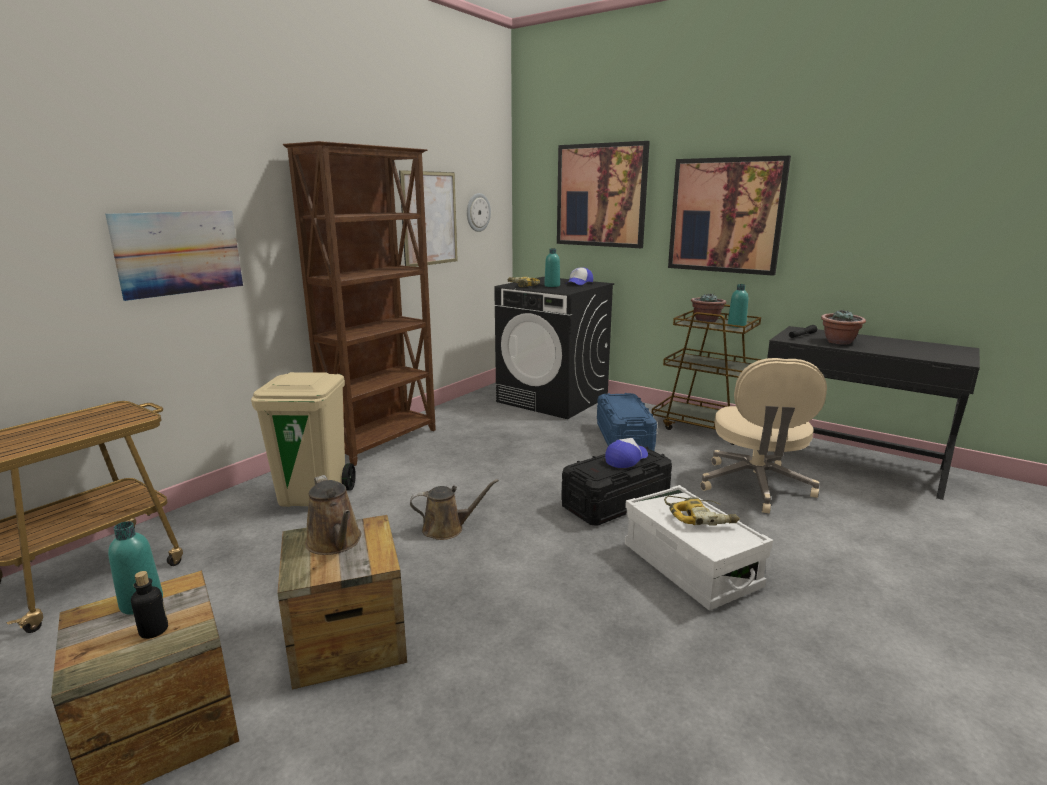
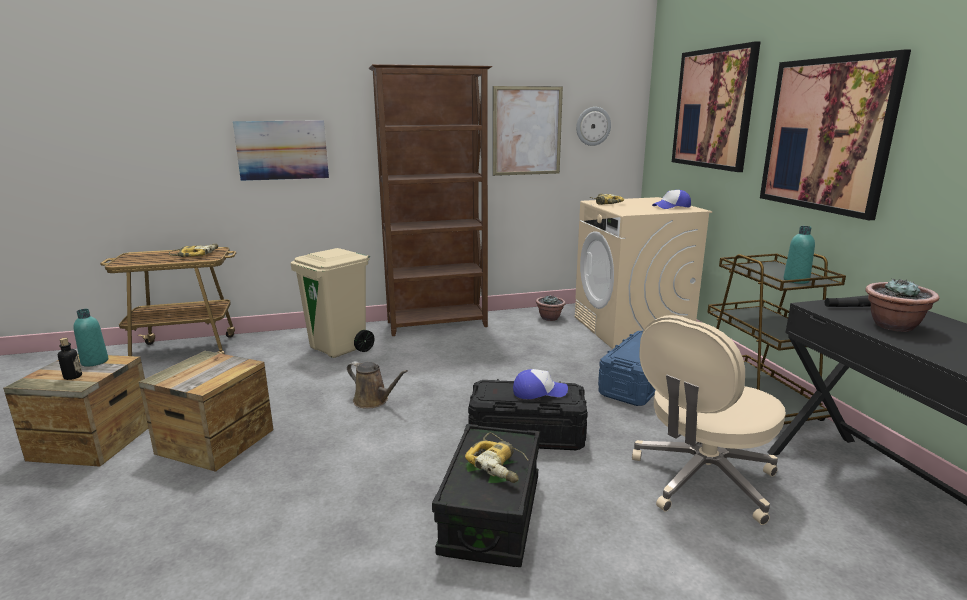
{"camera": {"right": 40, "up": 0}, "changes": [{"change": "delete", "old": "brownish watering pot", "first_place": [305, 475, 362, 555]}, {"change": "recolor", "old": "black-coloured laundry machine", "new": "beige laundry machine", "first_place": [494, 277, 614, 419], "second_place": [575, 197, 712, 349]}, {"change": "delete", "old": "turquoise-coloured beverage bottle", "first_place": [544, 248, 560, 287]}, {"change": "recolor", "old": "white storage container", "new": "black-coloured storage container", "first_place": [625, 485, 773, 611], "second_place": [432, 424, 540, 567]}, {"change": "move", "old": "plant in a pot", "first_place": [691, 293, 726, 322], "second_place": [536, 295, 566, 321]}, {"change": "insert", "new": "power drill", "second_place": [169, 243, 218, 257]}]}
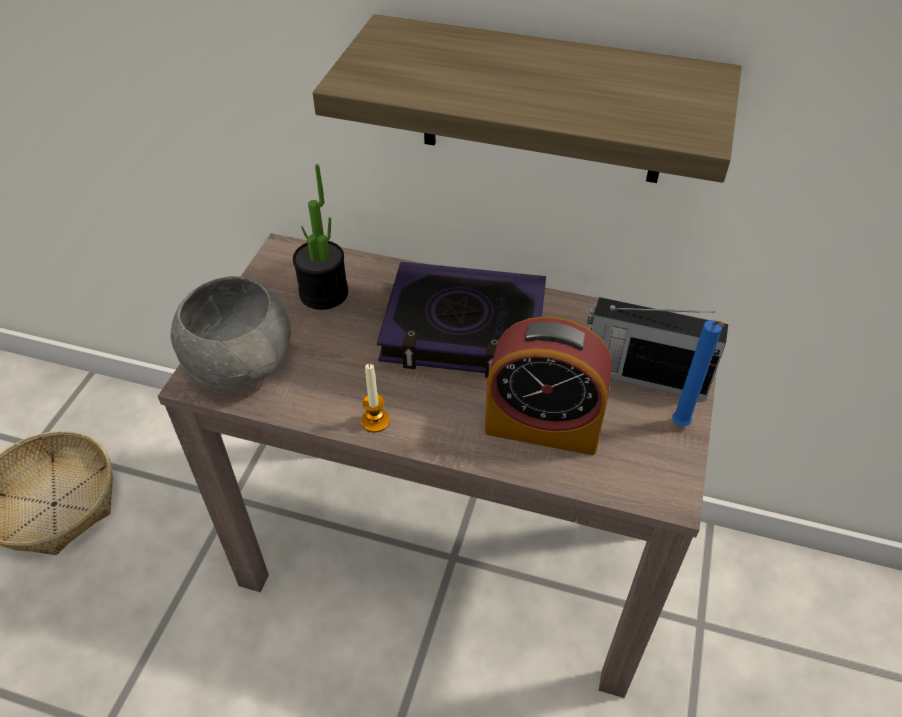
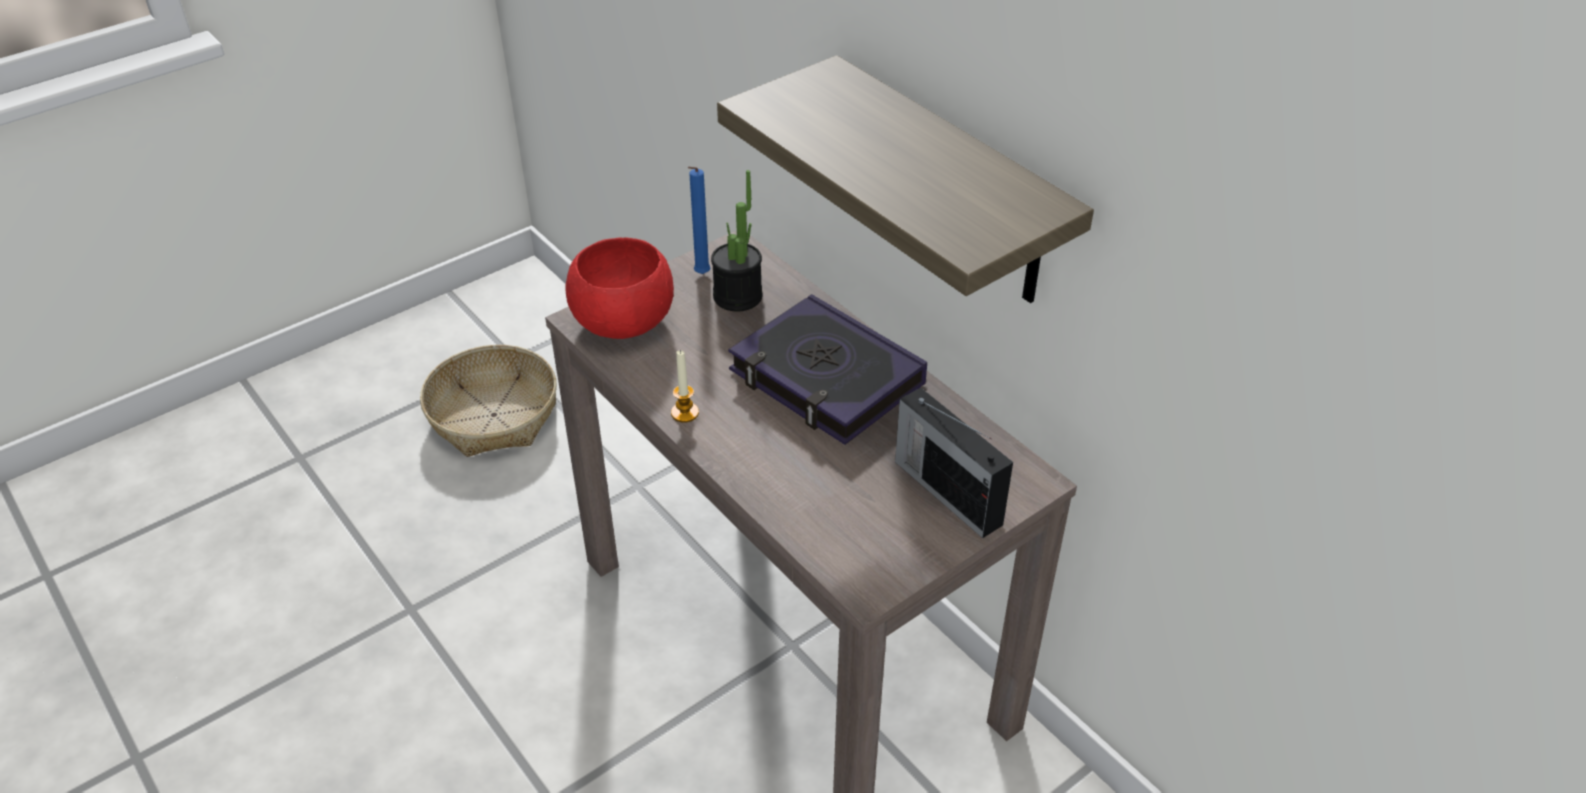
{"camera": {"right": 35, "up": -5}, "changes": [{"change": "recolor", "old": "grey bowl", "new": "reddish bowl", "first_place": [170, 276, 291, 389], "second_place": [566, 237, 674, 339]}, {"change": "delete", "old": "table clock", "first_place": [485, 316, 612, 455]}, {"change": "move", "old": "bluish wax light", "first_place": [672, 320, 724, 426], "second_place": [688, 167, 711, 274]}]}
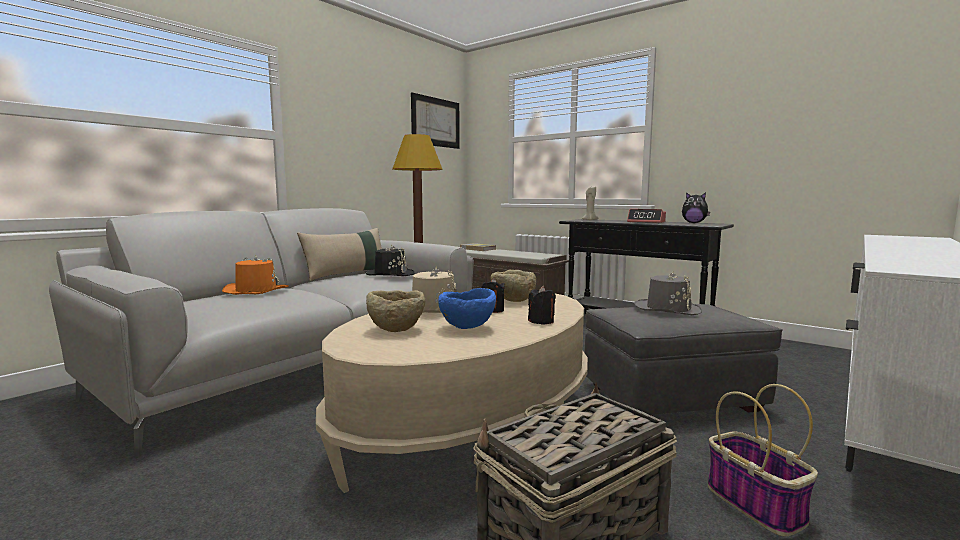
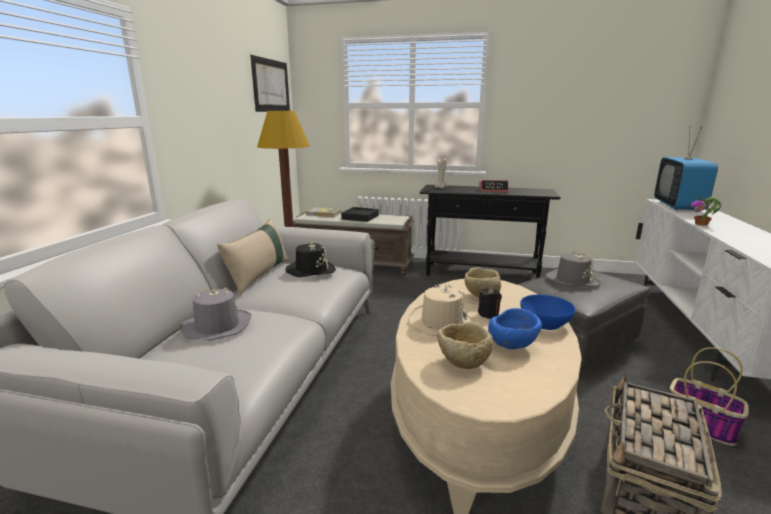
{"camera": {"right": -25, "up": 10}, "changes": [{"change": "recolor", "old": "orange-coloured wearable hat", "new": "grey wearable hat", "first_place": [222, 254, 289, 295], "second_place": [180, 287, 252, 340]}, {"change": "replace", "old": "black-coloured wax light", "new": "bluish bowl", "first_place": [528, 286, 556, 325], "second_place": [520, 294, 575, 330]}, {"change": "delete", "old": "cuddly toy", "first_place": [682, 192, 710, 223]}, {"change": "insert", "new": "black-coloured serving tray", "second_place": [341, 207, 379, 222]}, {"change": "insert", "new": "television", "second_place": [654, 126, 718, 210]}, {"change": "insert", "new": "plant in a pot", "second_place": [690, 194, 722, 226]}]}
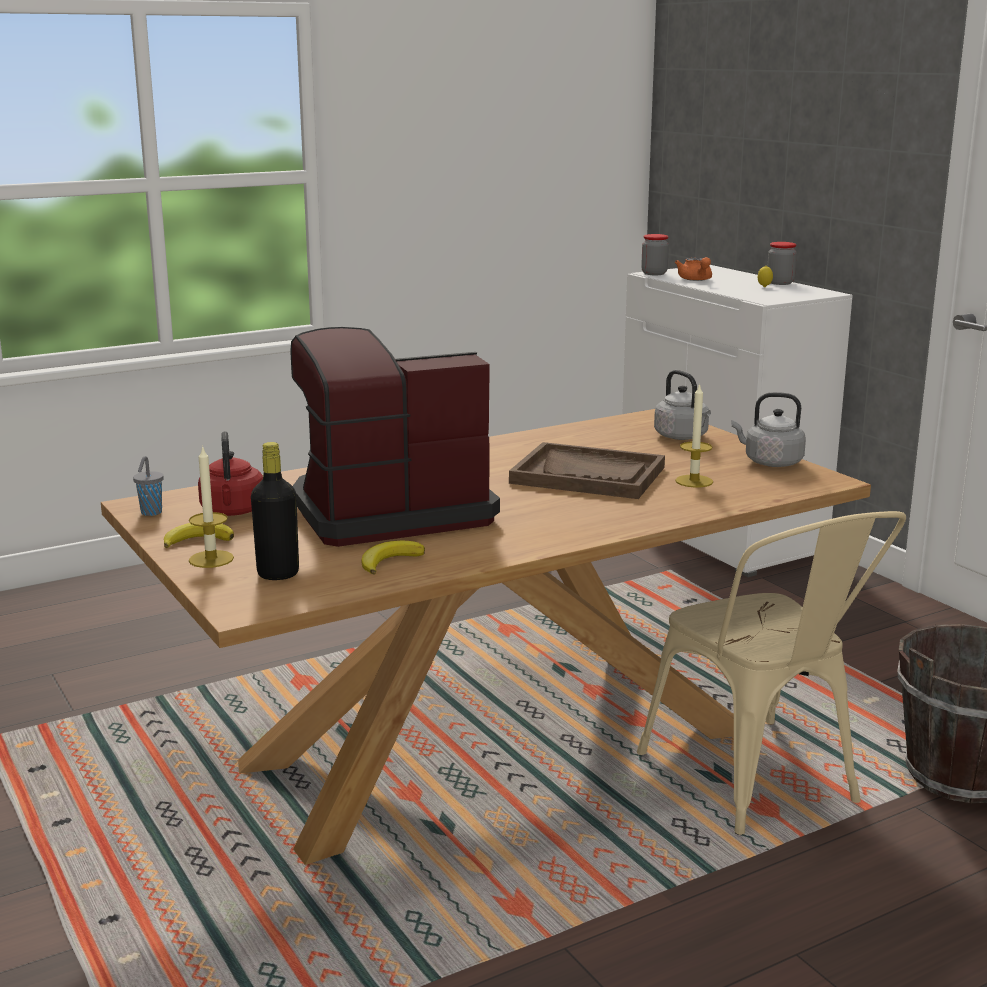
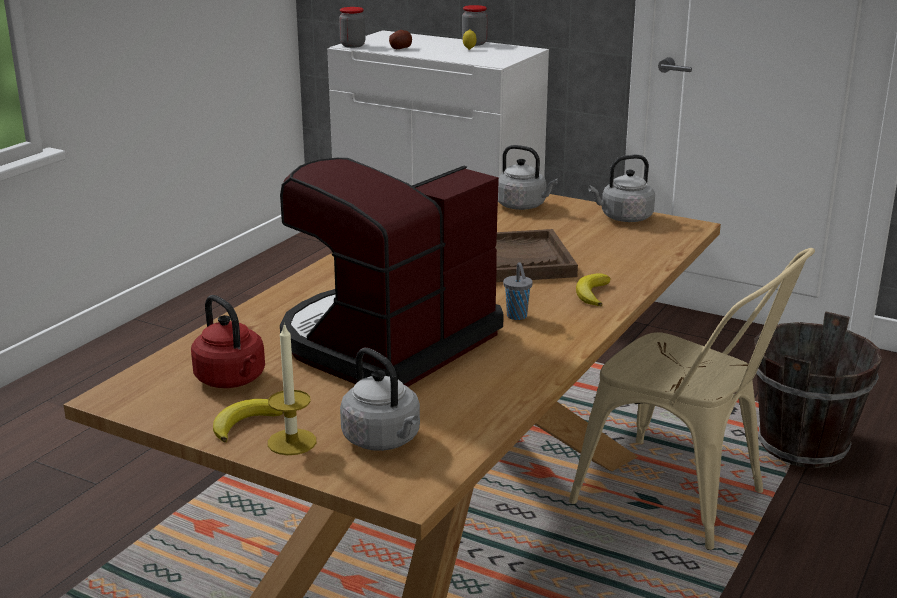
{"camera": {"right": -30, "up": 5}, "changes": [{"change": "move", "old": "grey small cup", "first_place": [133, 456, 164, 516], "second_place": [503, 262, 533, 320]}, {"change": "replace", "old": "black-coloured beverage bottle", "new": "grey tea kettle", "first_place": [251, 442, 299, 580], "second_place": [340, 348, 420, 451]}, {"change": "move", "old": "banana", "first_place": [361, 540, 425, 575], "second_place": [576, 273, 611, 306]}, {"change": "replace", "old": "orange-coloured teapot", "new": "whole potato", "first_place": [675, 257, 712, 281], "second_place": [389, 30, 412, 49]}, {"change": "delete", "old": "wax light", "first_place": [675, 383, 713, 488]}]}
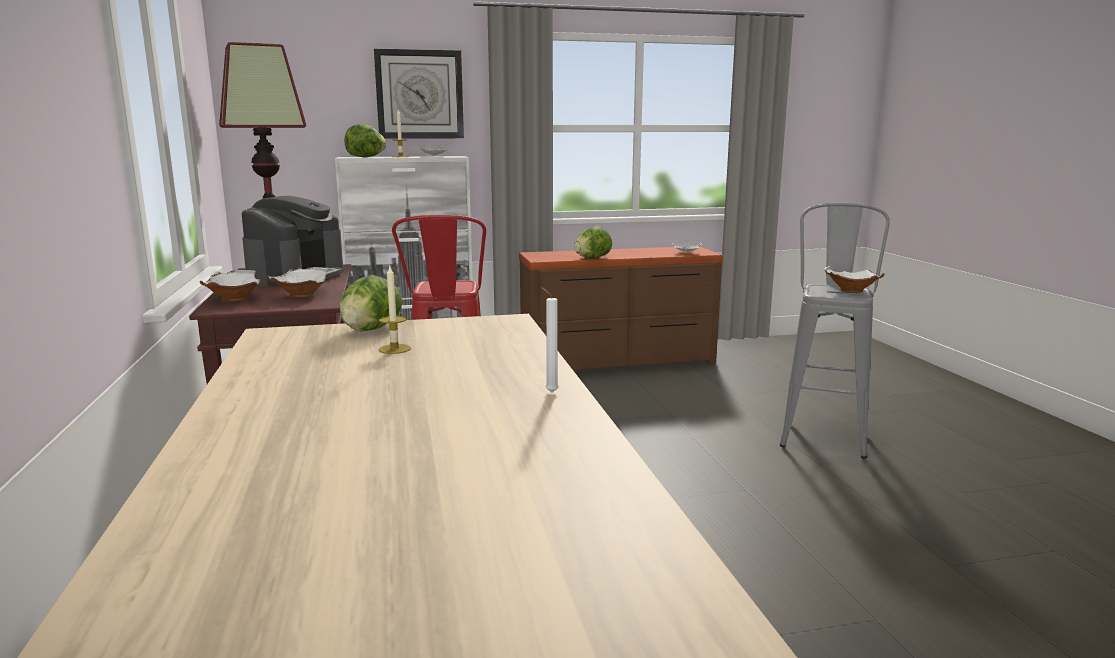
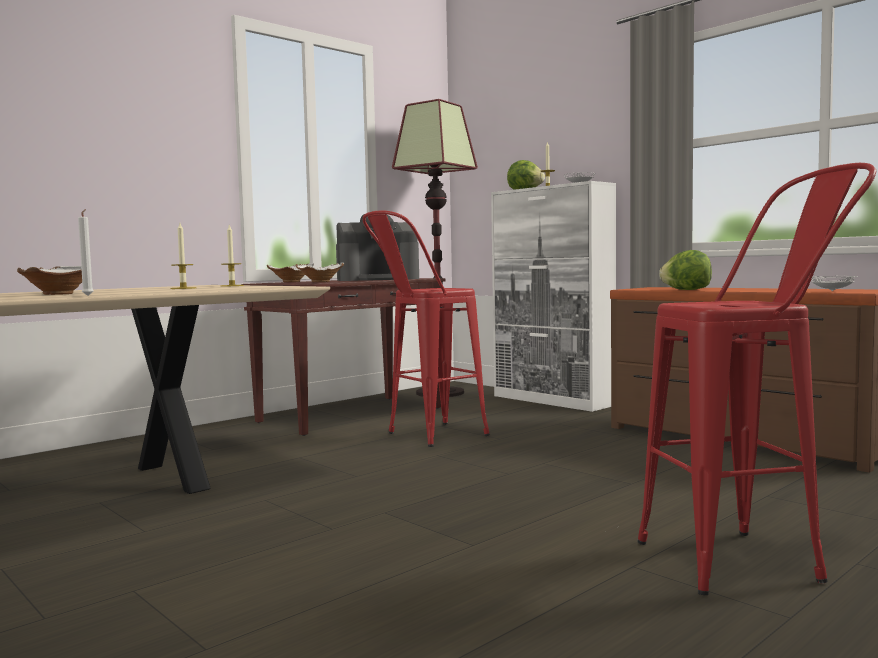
{"camera": {"right": 60, "up": -10}, "changes": [{"change": "replace", "old": "lettuce head", "new": "wax light", "first_place": [339, 275, 402, 331], "second_place": [221, 225, 244, 287]}, {"change": "delete", "old": "hanging clock", "first_place": [374, 49, 464, 139]}, {"change": "recolor", "old": "grey sitting stool", "new": "reddish sitting stool", "first_place": [780, 203, 890, 458], "second_place": [638, 163, 876, 595]}, {"change": "move", "old": "white bowl", "first_place": [825, 266, 884, 293], "second_place": [17, 266, 82, 295]}]}
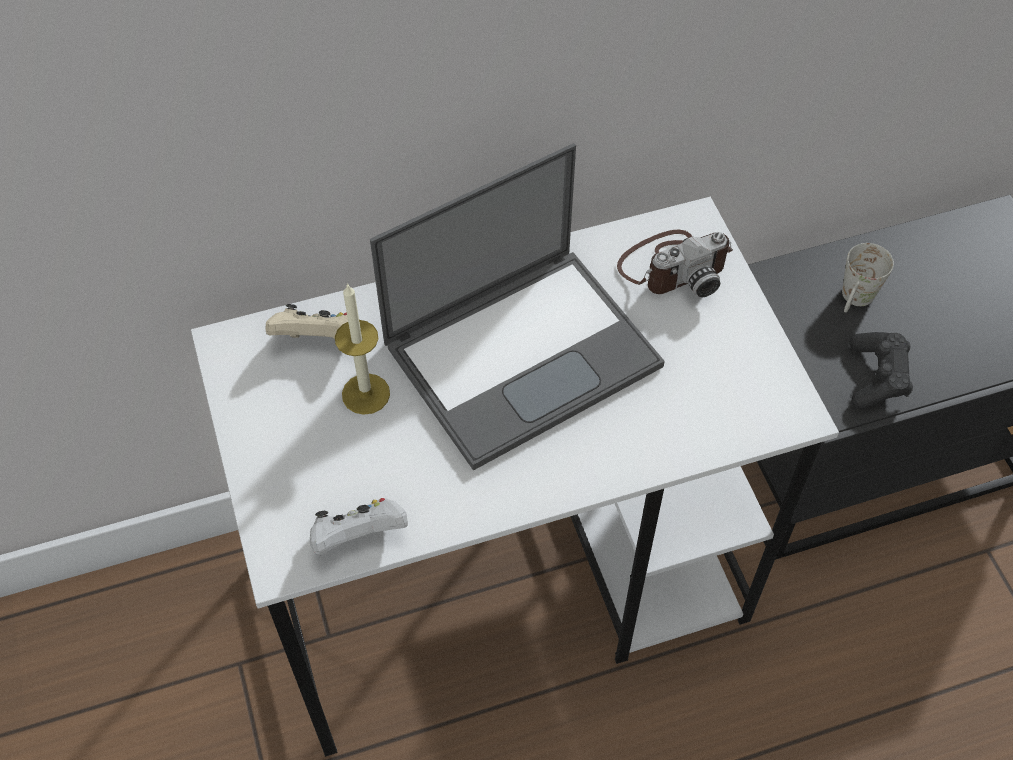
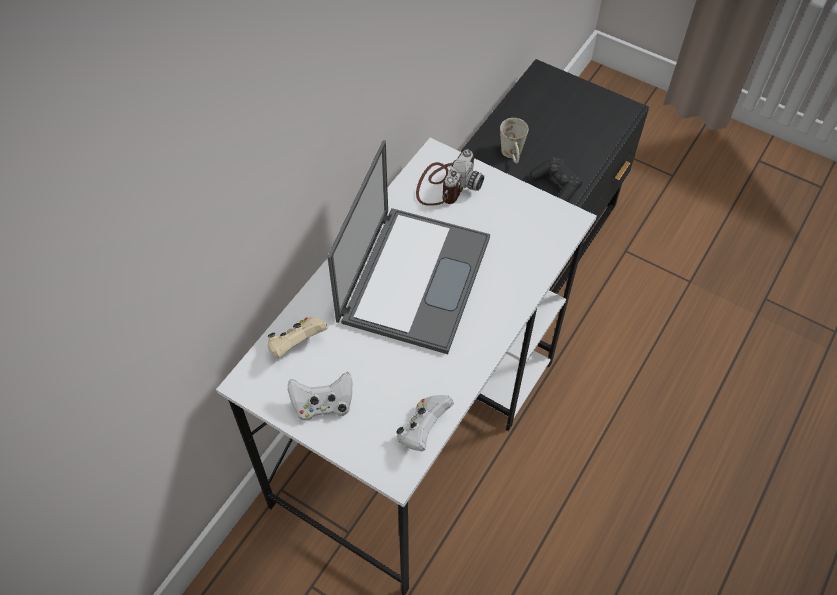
{"camera": {"right": -40, "up": 0}, "changes": [{"change": "delete", "old": "wax light", "first_place": [335, 283, 390, 415]}, {"change": "insert", "new": "white joypad", "second_place": [288, 372, 352, 421]}]}
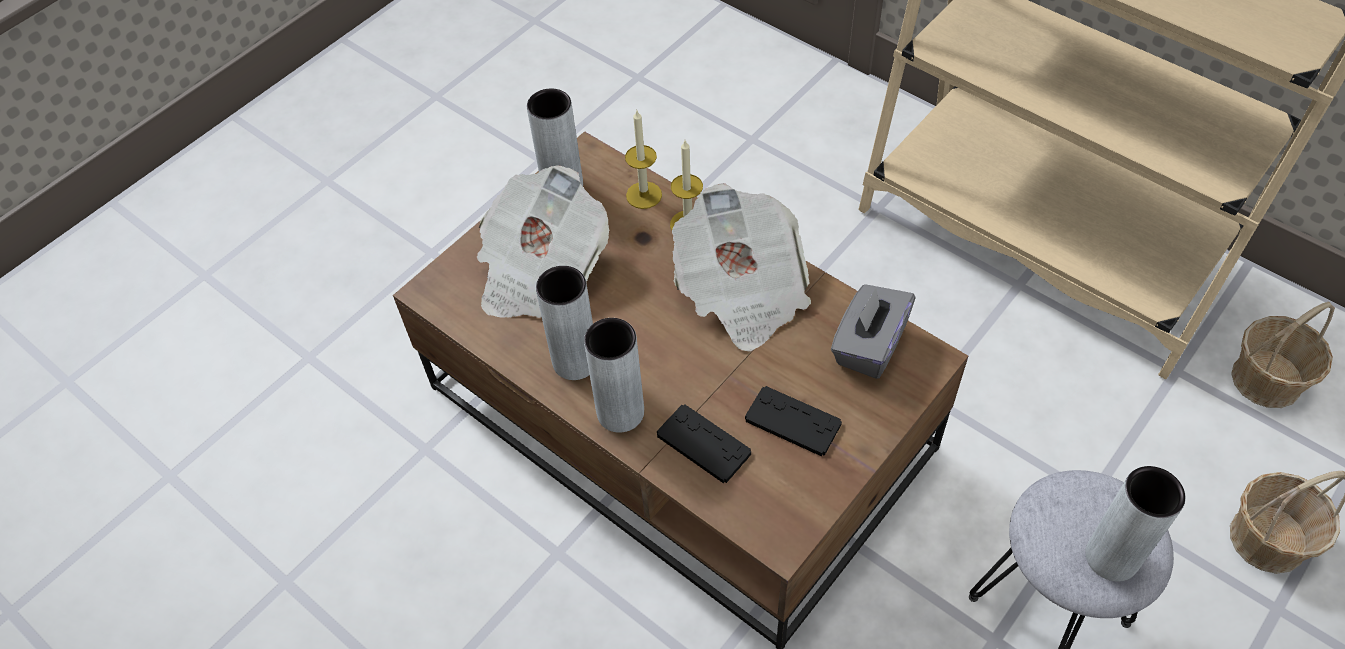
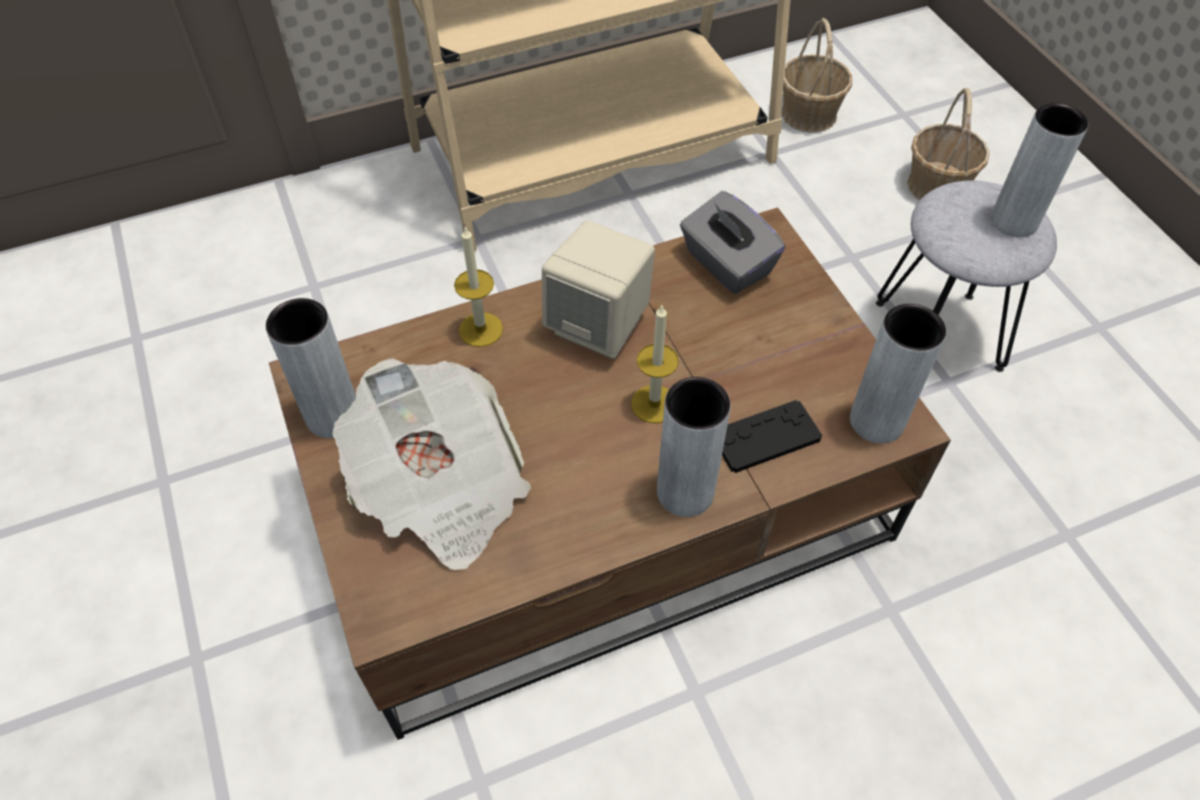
{"camera": {"right": -65, "up": 0}, "changes": [{"change": "move", "old": "grey vase", "first_place": [536, 266, 593, 380], "second_place": [850, 304, 946, 443]}, {"change": "move", "old": "wax light", "first_place": [625, 111, 662, 209], "second_place": [631, 305, 679, 423]}, {"change": "replace", "old": "daily paper", "new": "beige audio speaker", "first_place": [672, 183, 811, 352], "second_place": [542, 220, 655, 359]}, {"change": "delete", "old": "black-coloured joypad", "first_place": [745, 386, 842, 456]}]}
